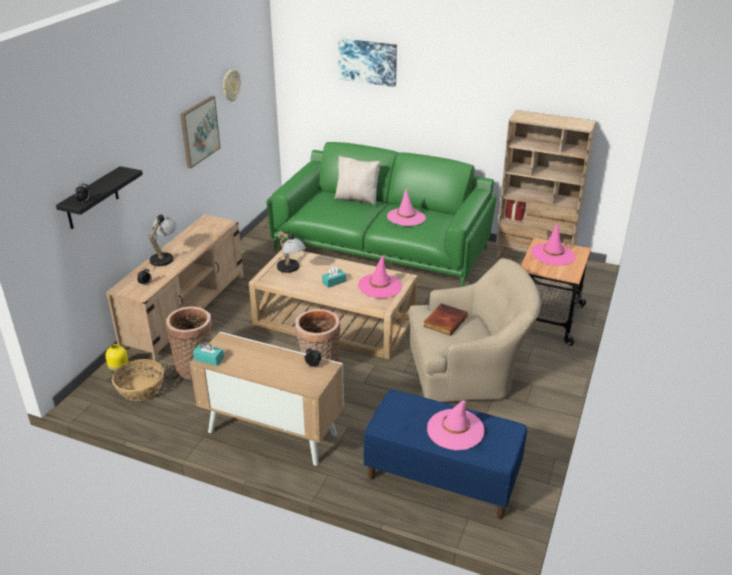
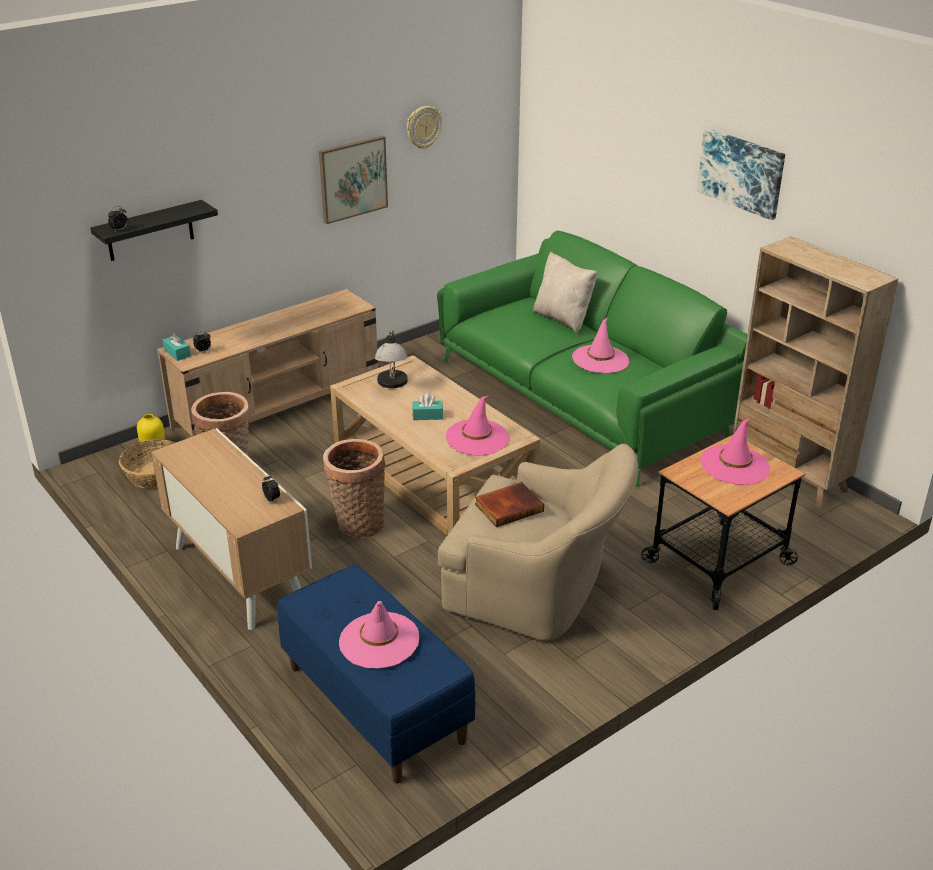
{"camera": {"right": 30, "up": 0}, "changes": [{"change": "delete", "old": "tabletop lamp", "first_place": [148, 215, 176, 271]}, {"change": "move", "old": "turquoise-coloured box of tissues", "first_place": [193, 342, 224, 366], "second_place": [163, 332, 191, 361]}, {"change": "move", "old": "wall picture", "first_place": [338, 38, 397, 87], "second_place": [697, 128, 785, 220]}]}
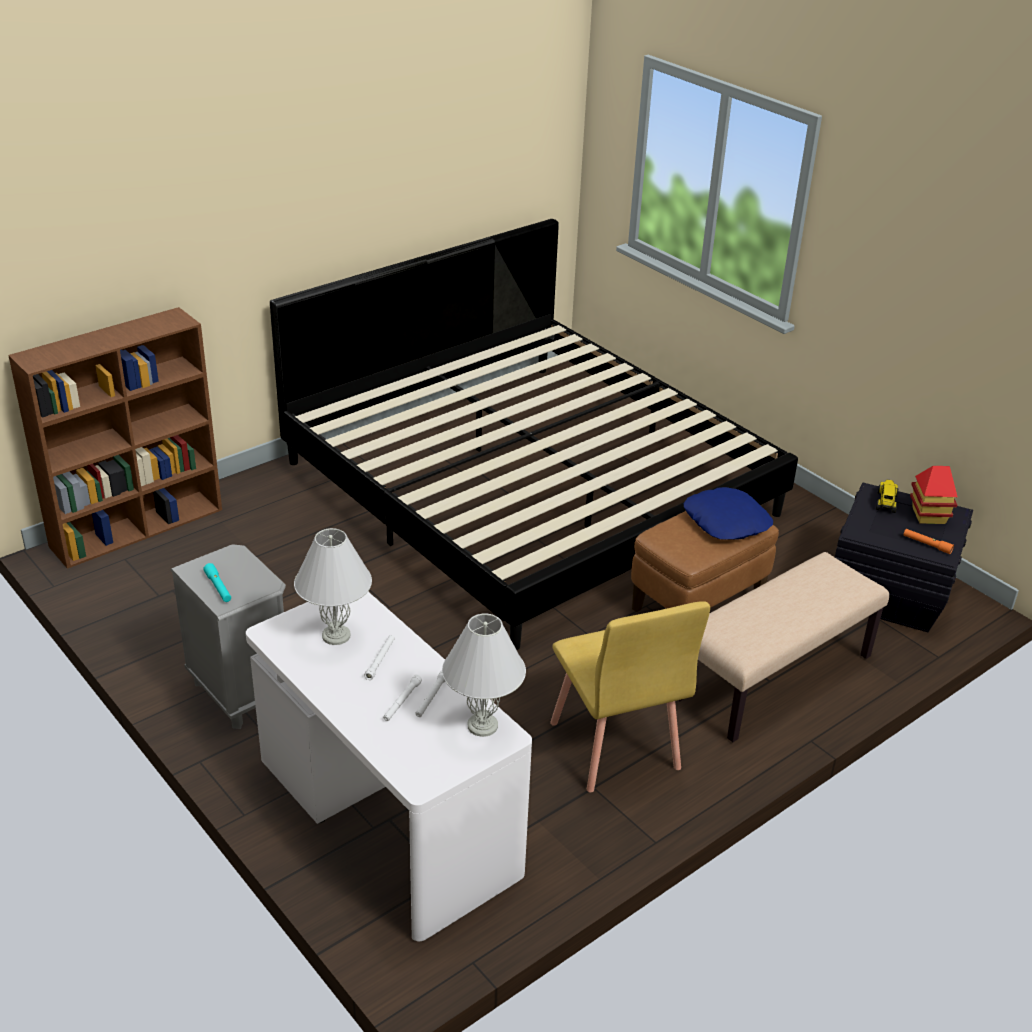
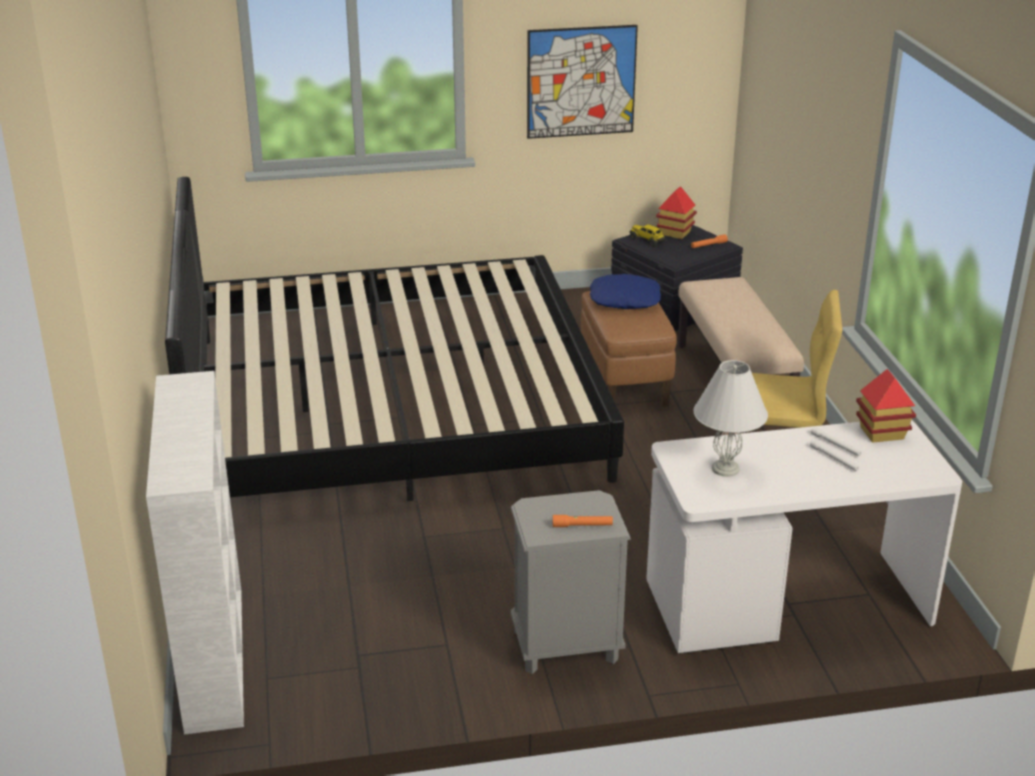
{"camera": {"right": -60, "up": -5}, "changes": [{"change": "recolor", "old": "brownish bookcase", "new": "white bookcase", "first_place": [8, 307, 222, 569], "second_place": [146, 371, 244, 735]}, {"change": "recolor", "old": "turquoise-coloured torch", "new": "orange-coloured torch", "first_place": [203, 563, 231, 602], "second_place": [553, 515, 613, 527]}, {"change": "delete", "old": "white torch", "first_place": [364, 635, 395, 680]}, {"change": "replace", "old": "white tabletop lamp", "new": "model house", "first_place": [442, 614, 526, 737], "second_place": [856, 369, 916, 443]}, {"change": "insert", "new": "wall picture", "second_place": [527, 25, 638, 139]}]}
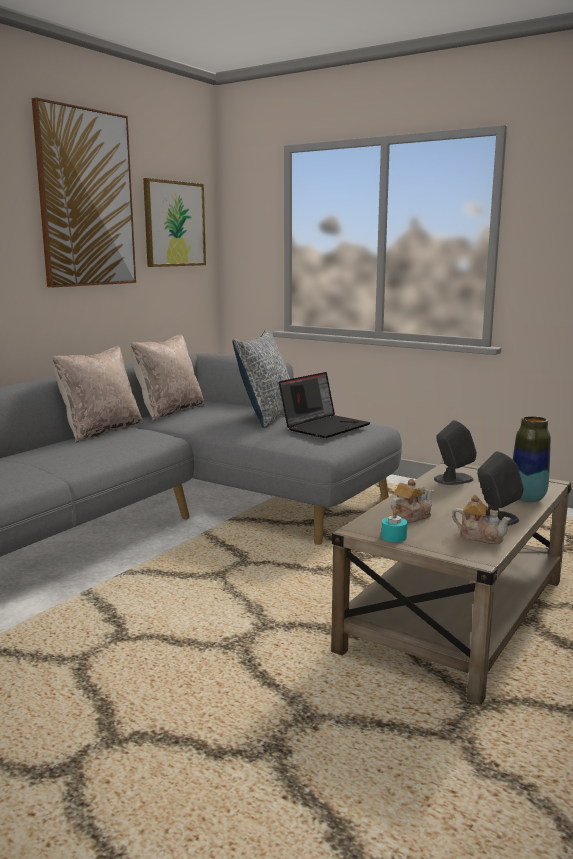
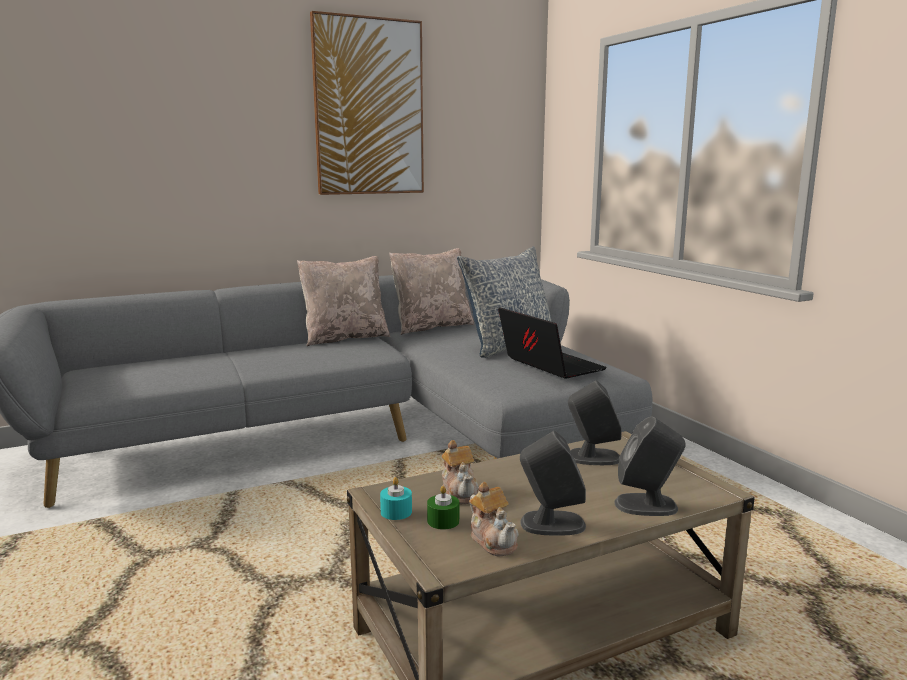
{"camera": {"right": 30, "up": 0}, "changes": [{"change": "delete", "old": "wall picture", "first_place": [143, 178, 206, 267]}, {"change": "rotate", "old": "laptop", "first_place": [279, 372, 370, 438], "second_place": [498, 307, 607, 379], "degrees": -105}, {"change": "rotate", "old": "teapot", "first_place": [391, 479, 434, 523], "second_place": [441, 440, 479, 504], "degrees": 75}, {"change": "replace", "old": "vase", "new": "grey audio speaker", "first_place": [513, 416, 551, 502], "second_place": [614, 417, 686, 516]}, {"change": "insert", "new": "greenish wax light", "second_place": [427, 486, 459, 530]}]}
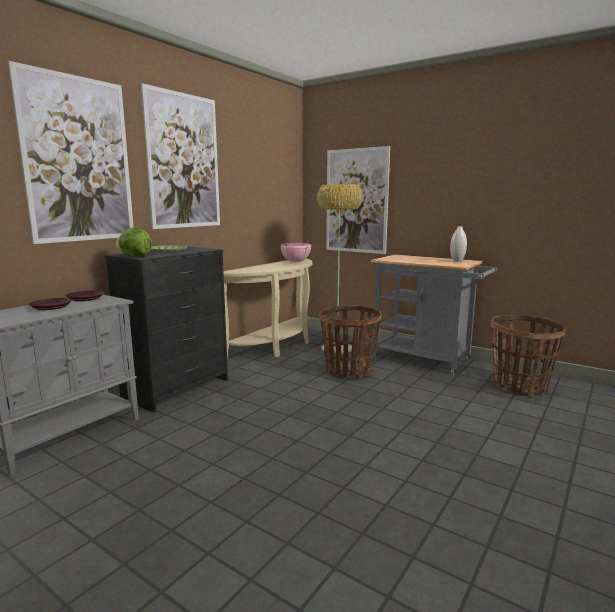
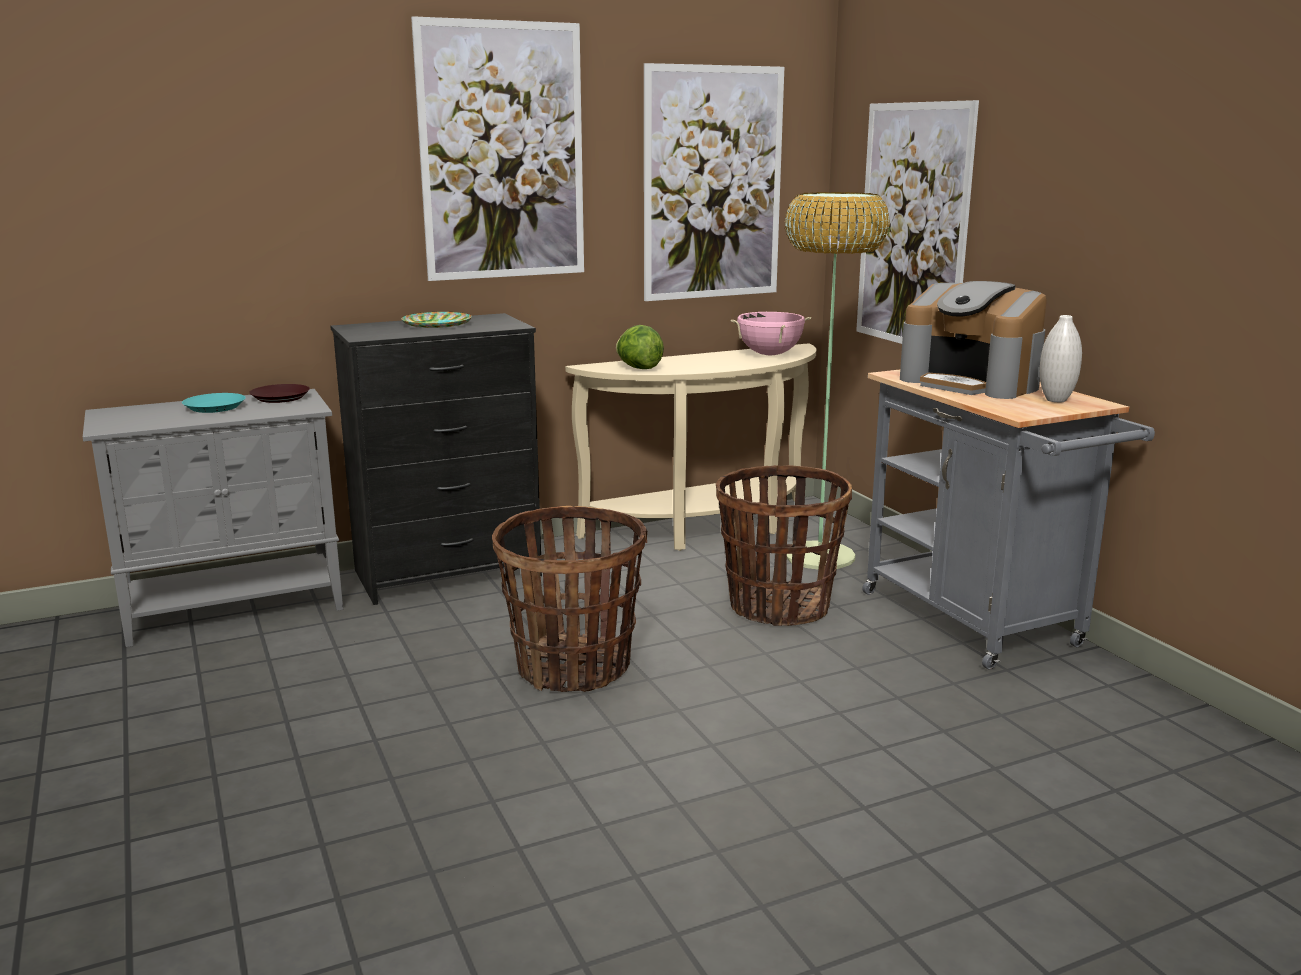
{"camera": {"right": 30, "up": 5}, "changes": [{"change": "move", "old": "wall picture", "first_place": [8, 61, 134, 244], "second_place": [644, 63, 784, 301]}, {"change": "recolor", "old": "brownish flat dish", "new": "turquoise-coloured flat dish", "first_place": [28, 298, 72, 310], "second_place": [182, 393, 246, 413]}, {"change": "move", "old": "lettuce head", "first_place": [116, 227, 152, 257], "second_place": [616, 325, 664, 369]}, {"change": "move", "old": "storage basket", "first_place": [491, 315, 566, 397], "second_place": [492, 506, 647, 692]}, {"change": "insert", "new": "coffee maker", "second_place": [900, 281, 1047, 399]}]}
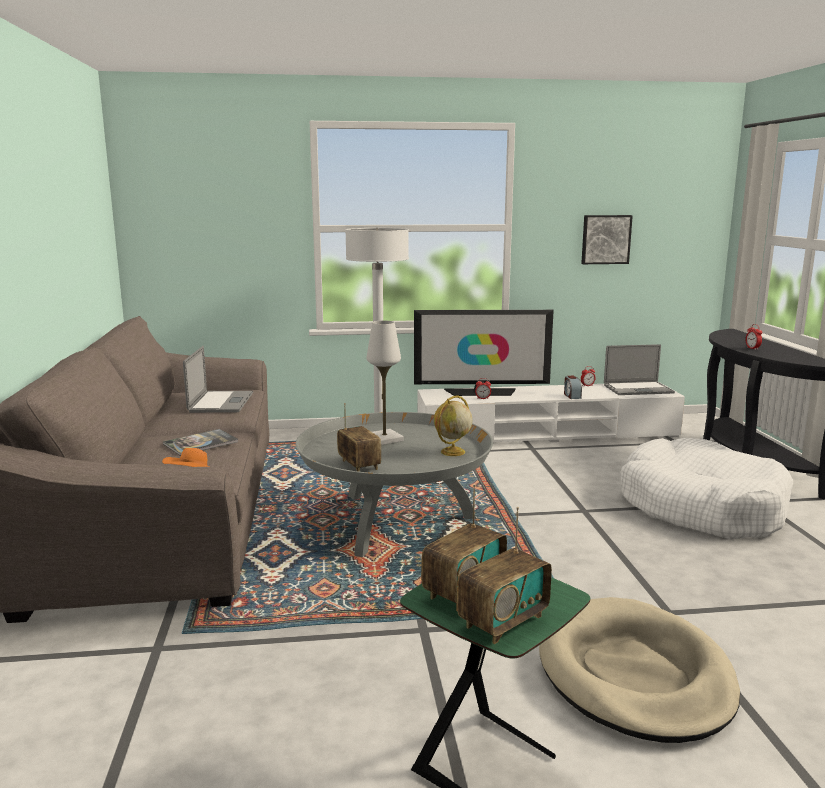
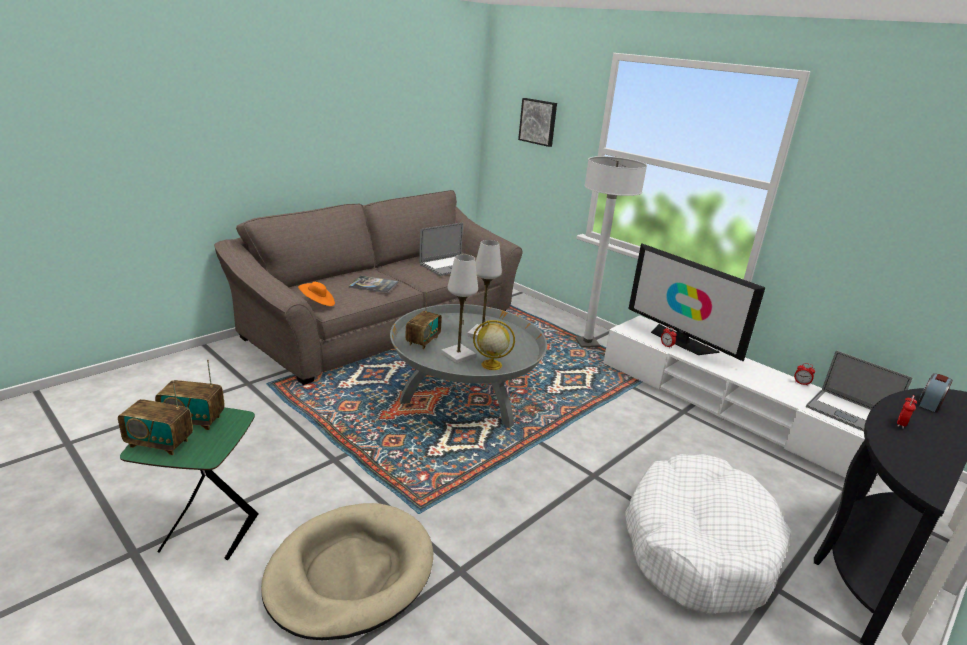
{"camera": {"right": 50, "up": 10}, "changes": [{"change": "move", "old": "table clock", "first_place": [564, 376, 582, 399], "second_place": [917, 373, 953, 413]}, {"change": "move", "old": "wall picture", "first_place": [581, 215, 633, 264], "second_place": [518, 98, 557, 147]}, {"change": "insert", "new": "white tabletop lamp", "second_place": [441, 254, 478, 363]}]}
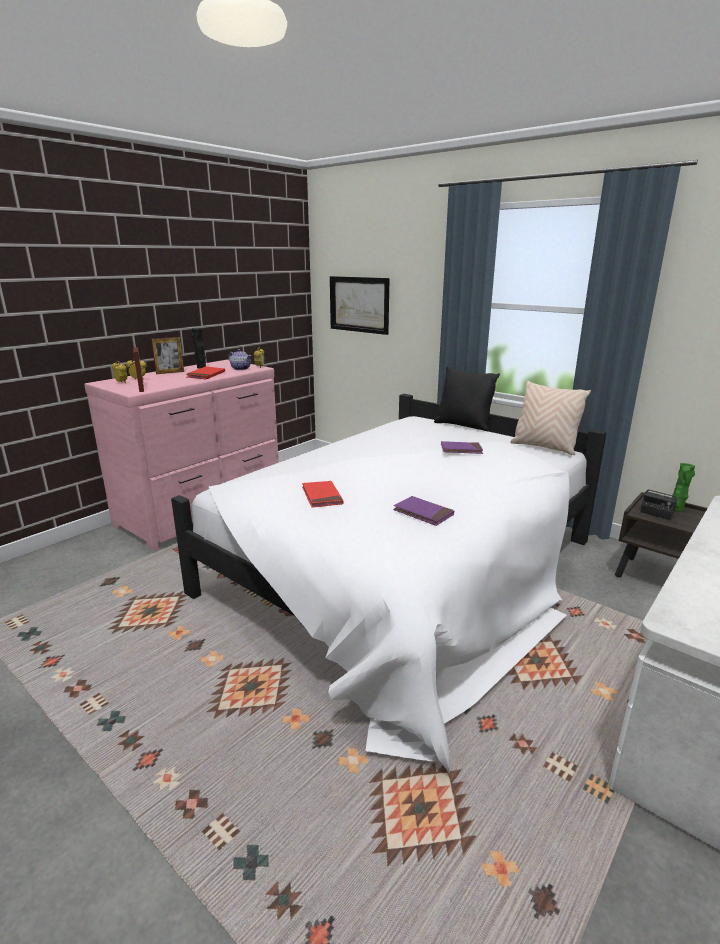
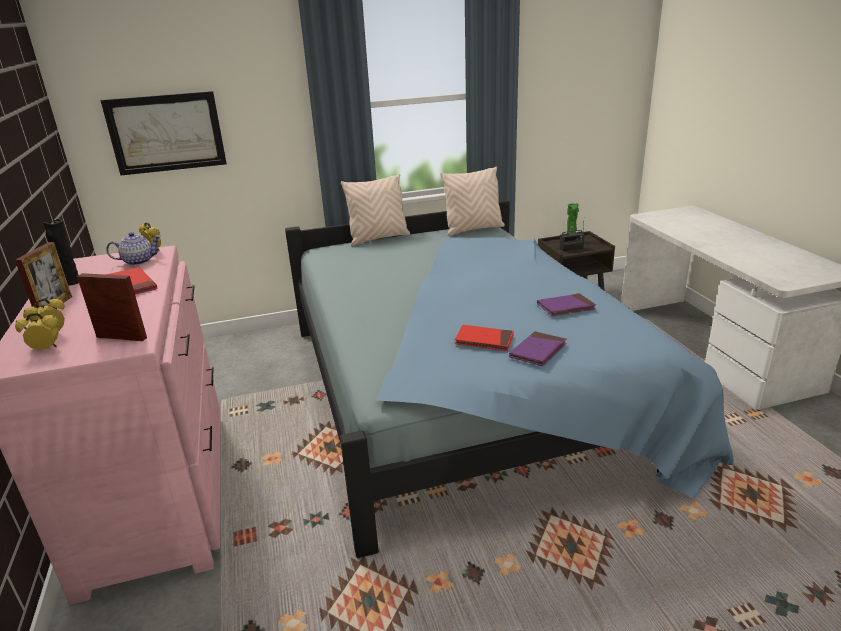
{"camera": {"right": -55, "up": 5}, "changes": [{"change": "recolor", "old": "white sleeping bed", "new": "bluish sleeping bed", "first_place": [171, 394, 606, 775], "second_place": [285, 199, 734, 558]}, {"change": "recolor", "old": "black-coloured throw pillow", "new": "beige throw pillow", "first_place": [434, 366, 500, 431], "second_place": [341, 174, 410, 246]}, {"change": "move", "old": "purplish book", "first_place": [441, 441, 483, 454], "second_place": [509, 331, 567, 366]}]}
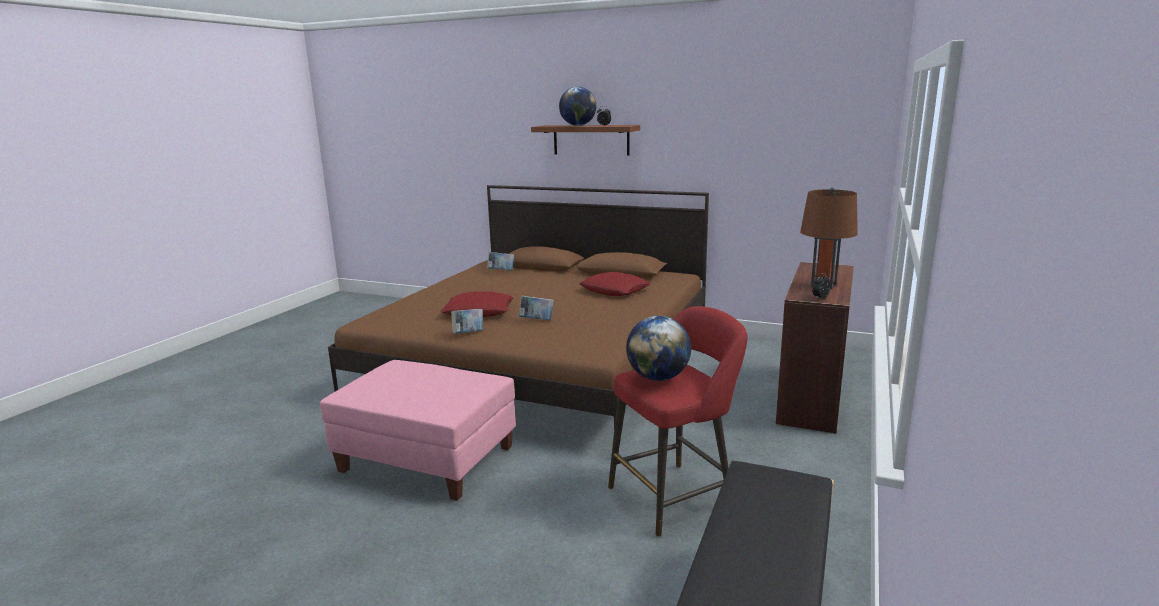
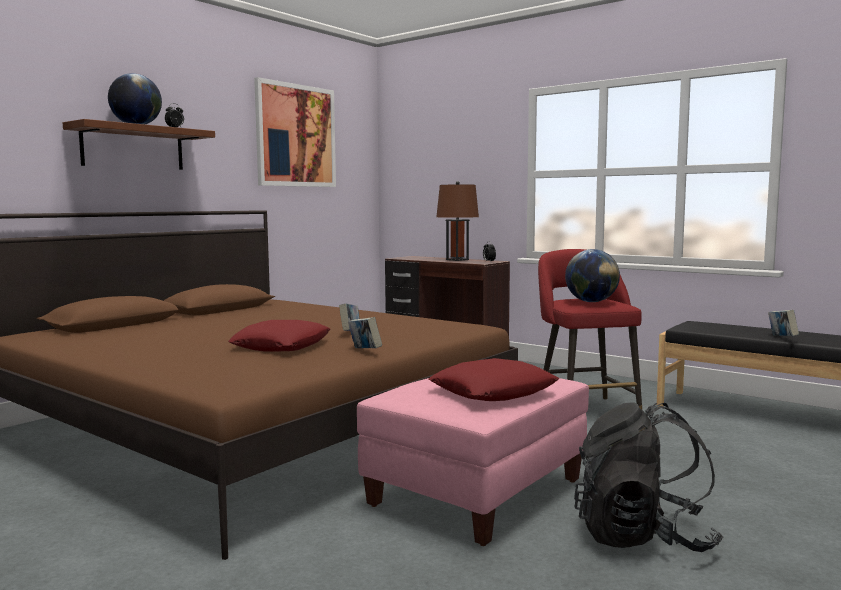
{"camera": {"right": -75, "up": -10}, "changes": [{"change": "move", "old": "book", "first_place": [487, 252, 514, 270], "second_place": [768, 310, 799, 336]}, {"change": "move", "old": "reddish throw pillow", "first_place": [579, 272, 651, 296], "second_place": [428, 358, 559, 401]}, {"change": "insert", "new": "wall picture", "second_place": [254, 77, 336, 187]}, {"change": "insert", "new": "black-coloured backpack", "second_place": [574, 403, 723, 552]}]}
